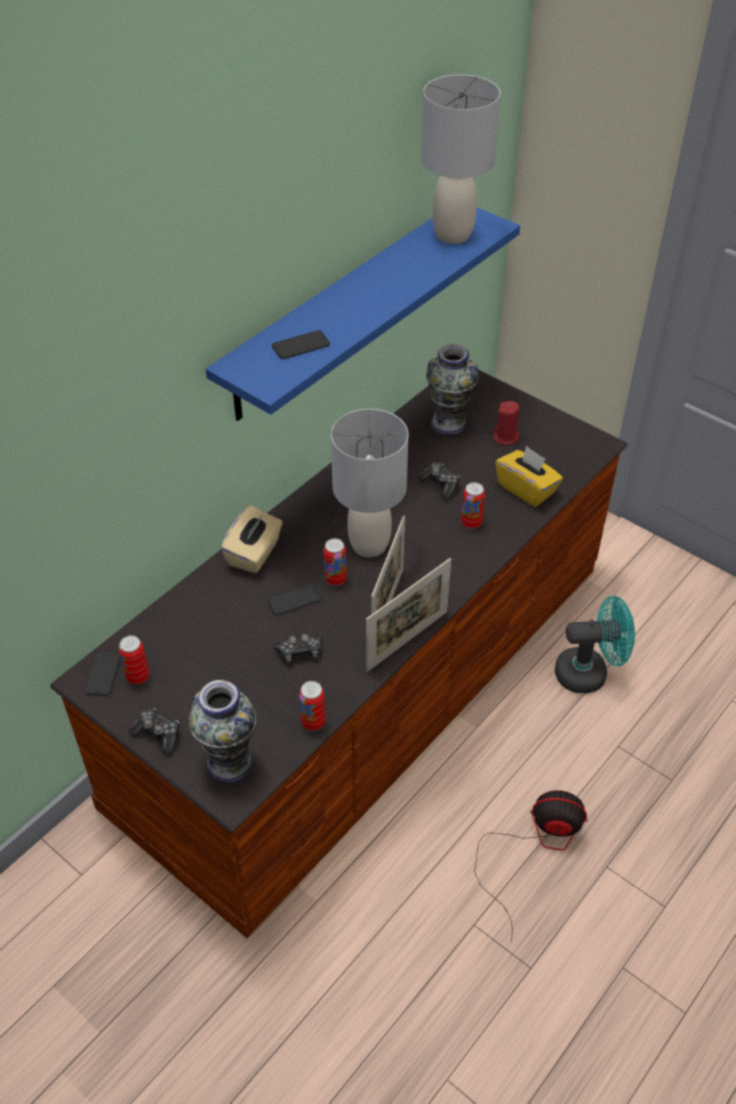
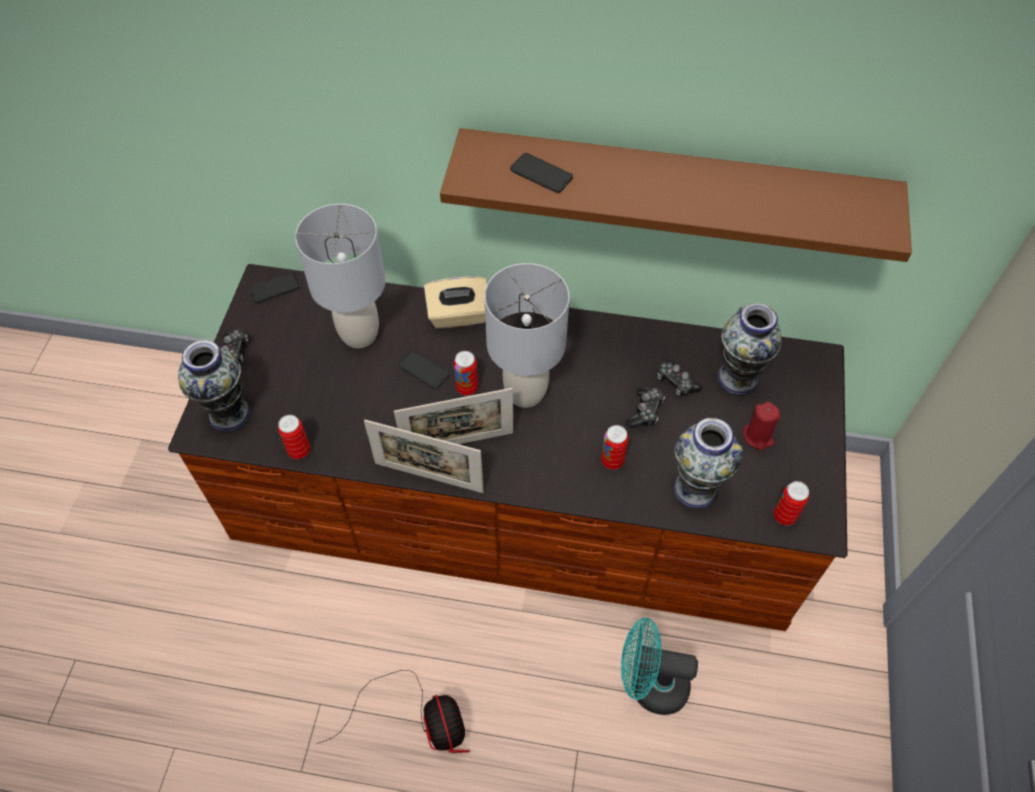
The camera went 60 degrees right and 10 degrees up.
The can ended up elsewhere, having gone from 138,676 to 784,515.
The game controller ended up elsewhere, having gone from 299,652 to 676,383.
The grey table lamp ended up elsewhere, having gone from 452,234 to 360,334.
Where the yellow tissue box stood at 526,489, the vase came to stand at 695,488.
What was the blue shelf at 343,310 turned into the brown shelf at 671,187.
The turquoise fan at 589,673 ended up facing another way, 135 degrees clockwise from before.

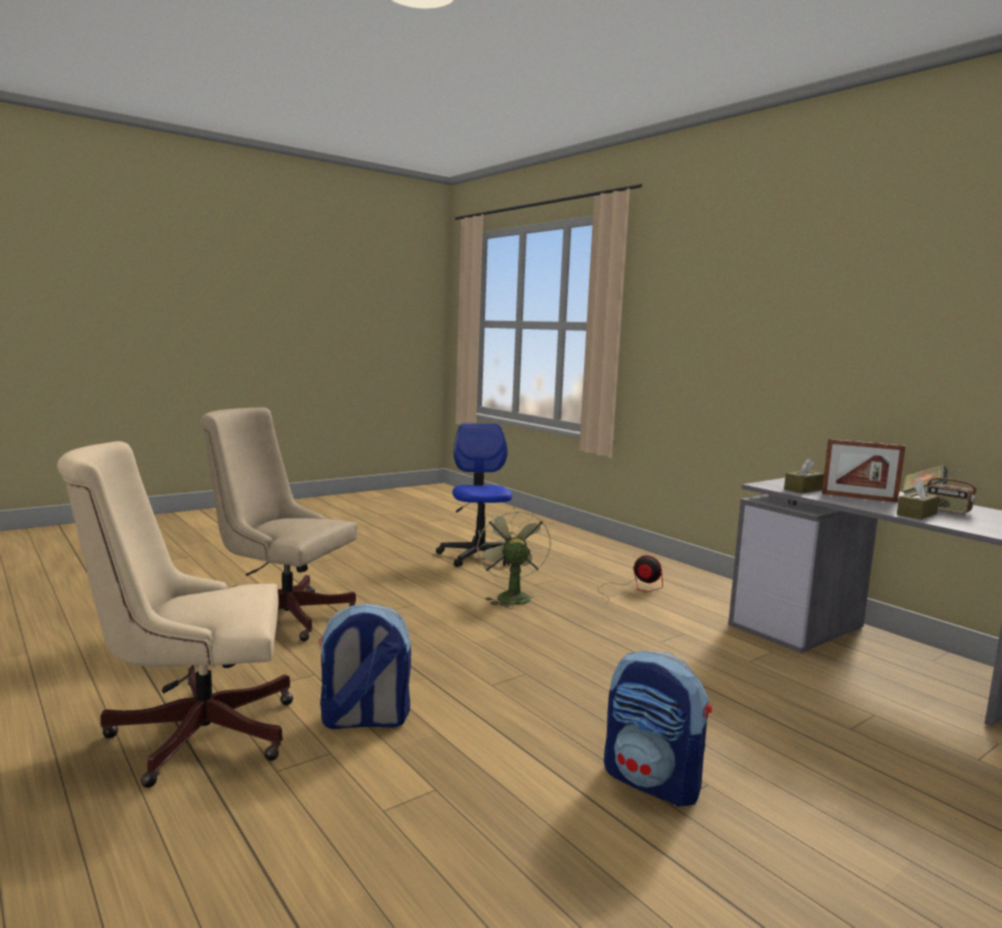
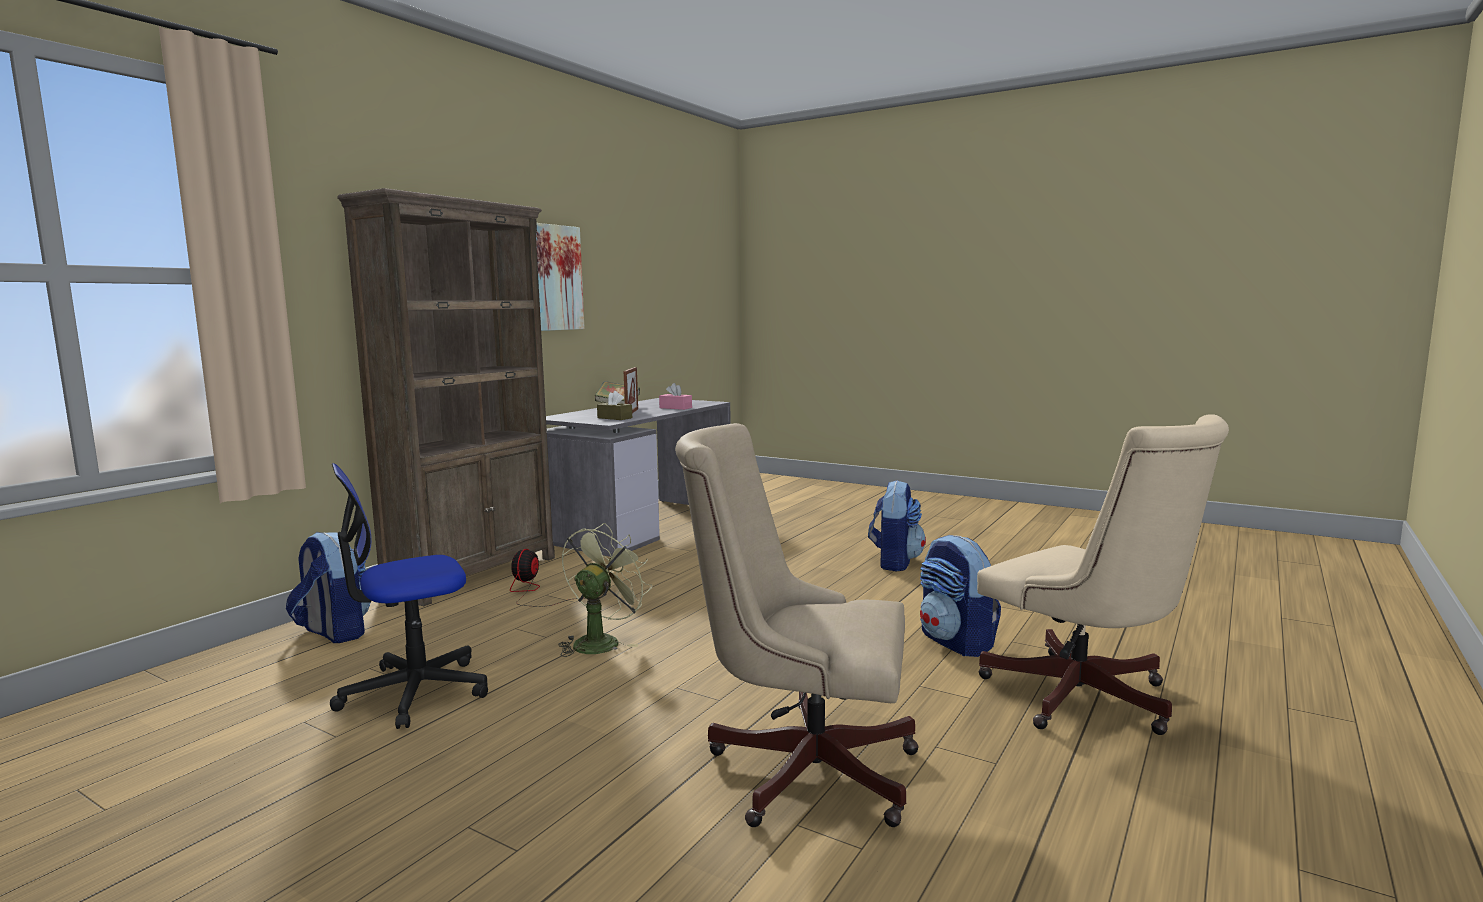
The camera went 110 degrees left and 0 degrees up.
The second view lost the radio at 947,511.
The second view gained the backpack at 333,632.
The second view gained the brown bookcase at 474,574.
The second view gained the picture at 554,278.
What was the brown tissue box at 916,514 turned into the pink tissue box at 675,408.
The beige office chair at 280,614 ended up facing another way, 105 degrees clockwise from before.
The green fan at 510,596 ended up facing another way, 150 degrees clockwise from before.

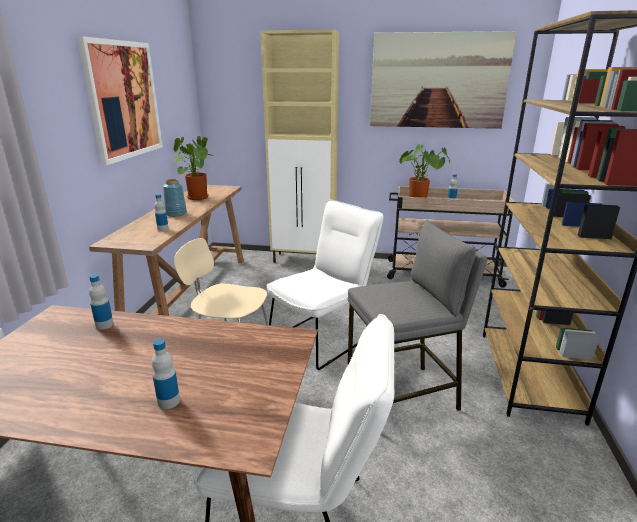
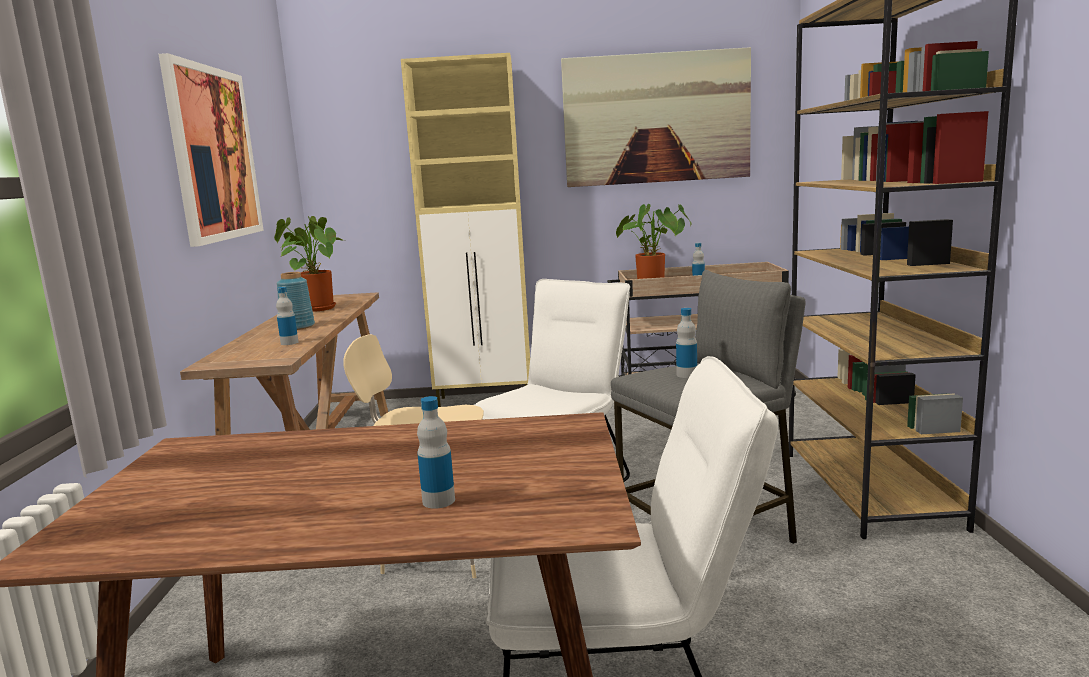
The camera went 10 degrees left and 10 degrees down.
The bottle ended up elsewhere, having gone from 104,325 to 686,375.

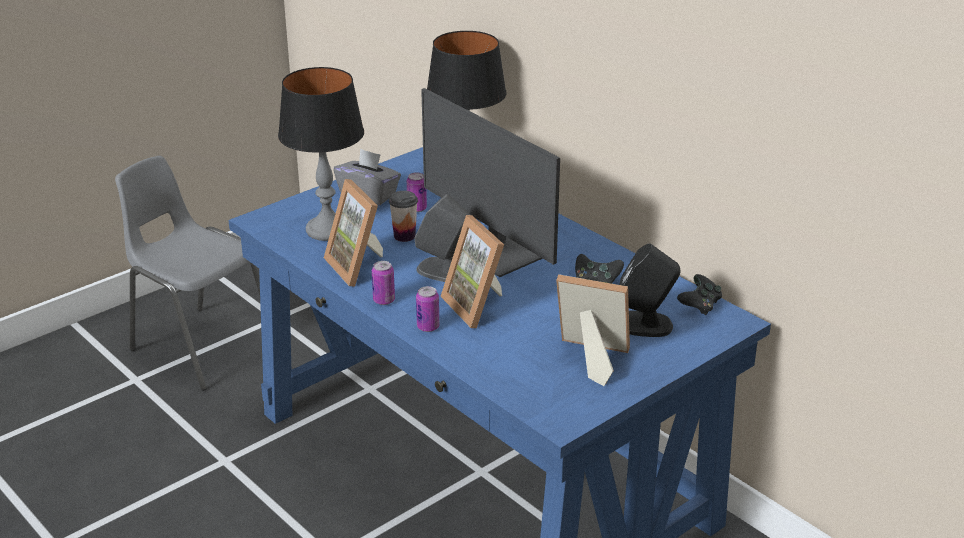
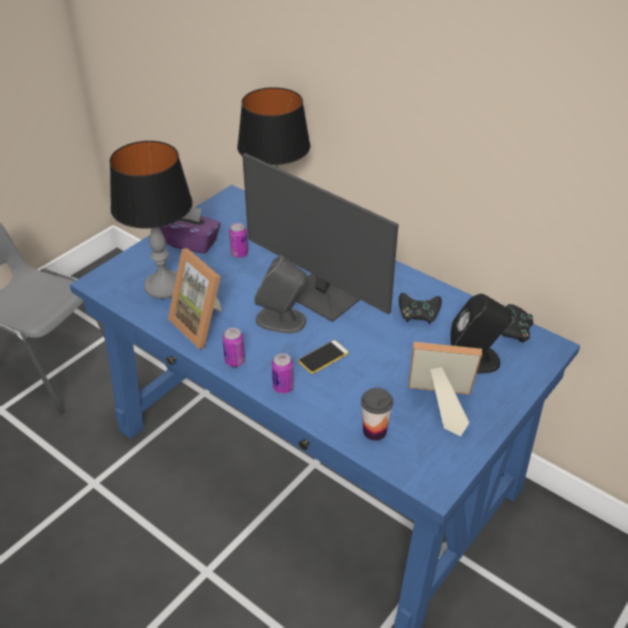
The camera went 10 degrees left and 10 degrees up.
The cup ended up elsewhere, having gone from 404,236 to 374,431.
Where the picture frame stood at 479,306, the phone came to stand at 323,357.
What was the grey tissue box at 368,194 turned into the purple tissue box at 192,243.

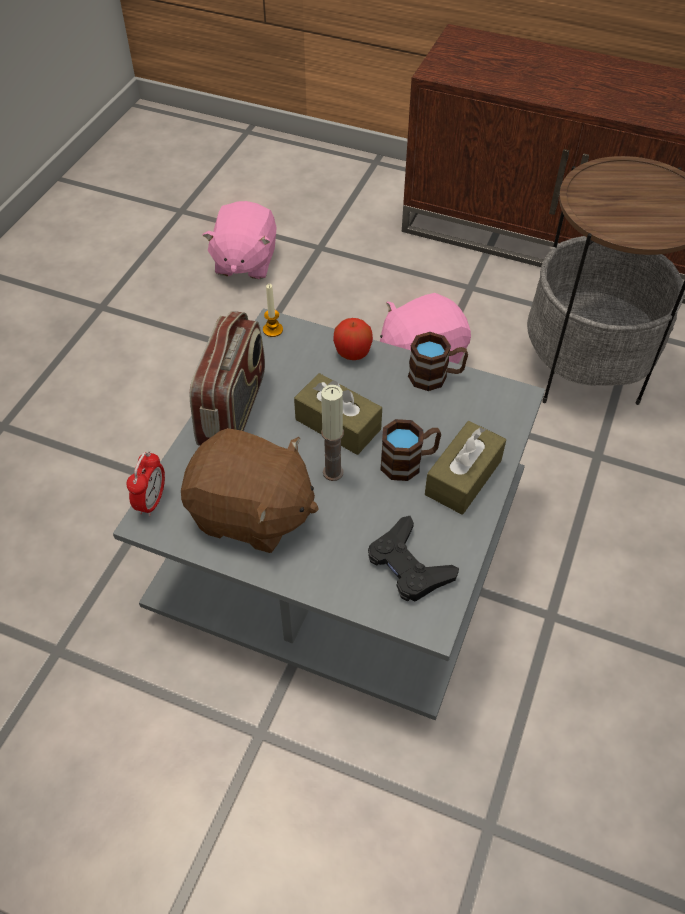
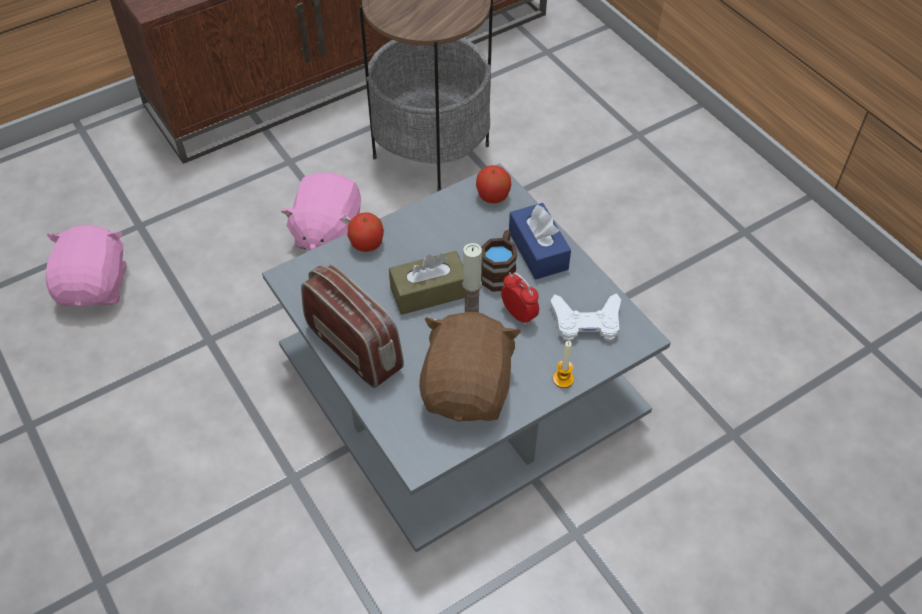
The camera went 55 degrees left and 0 degrees up.
The second view lost the brown mug at 436,376.
The second view gained the apple at 492,197.
The alarm clock ended up elsewhere, having gone from 151,501 to 518,314.
The candle ended up elsewhere, having gone from 273,330 to 563,379.
What was the black game controller at 408,565 turned into the white game controller at 586,322.
What was the brown tissue box at 463,477 turned into the blue tissue box at 538,250.
The brown plush toy at 251,514 ended up facing another way, 45 degrees counterclockwise from before.
The pink plush toy at 244,262 ended up facing another way, 135 degrees counterclockwise from before.

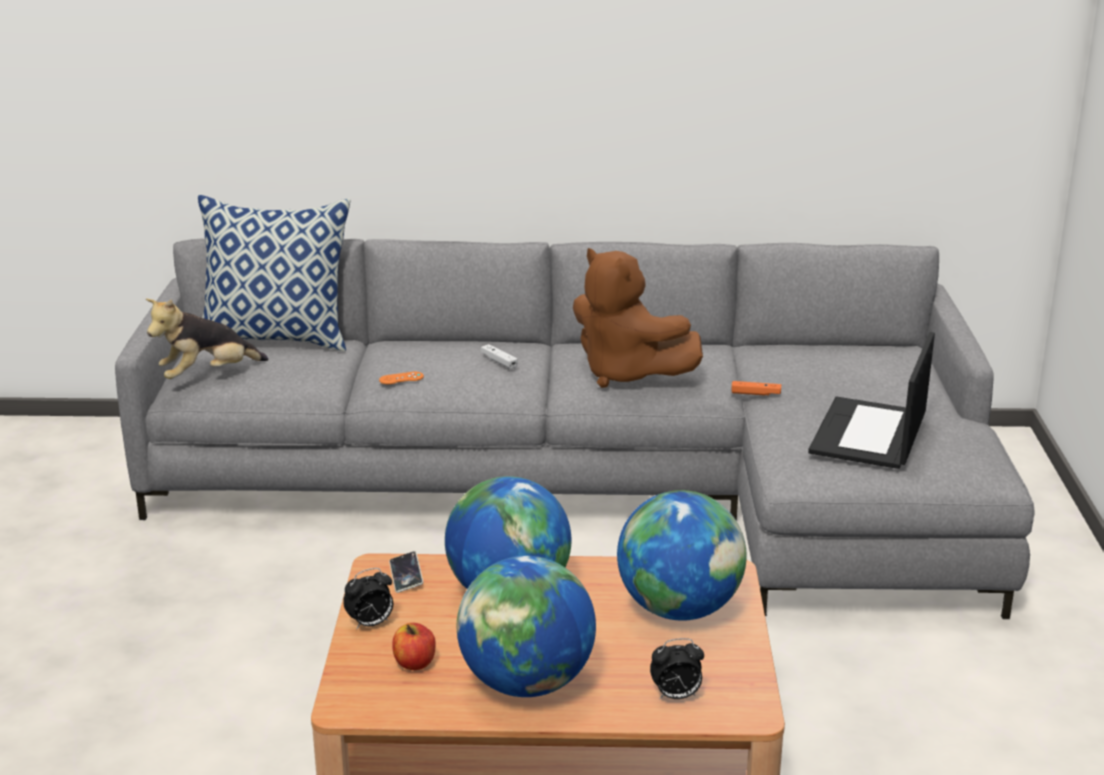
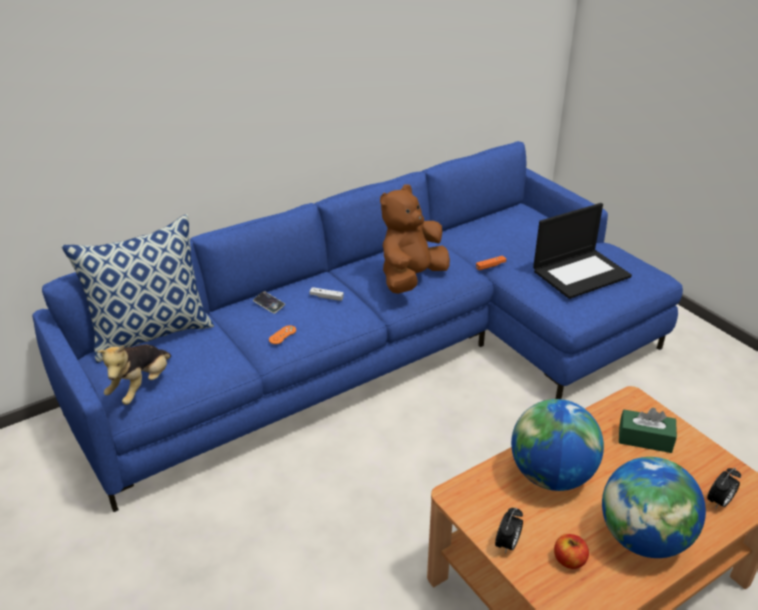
The camera went 35 degrees left and 10 degrees up.
The phone ended up elsewhere, having gone from 406,575 to 269,304.
Where the globe stood at 679,609, the green tissue box came to stand at 645,439.
What was the grey sofa at 599,491 turned into the blue sofa at 388,354.
The brown plush toy at 626,374 ended up facing another way, 120 degrees clockwise from before.
The laptop at 869,435 ended up facing another way, 105 degrees counterclockwise from before.

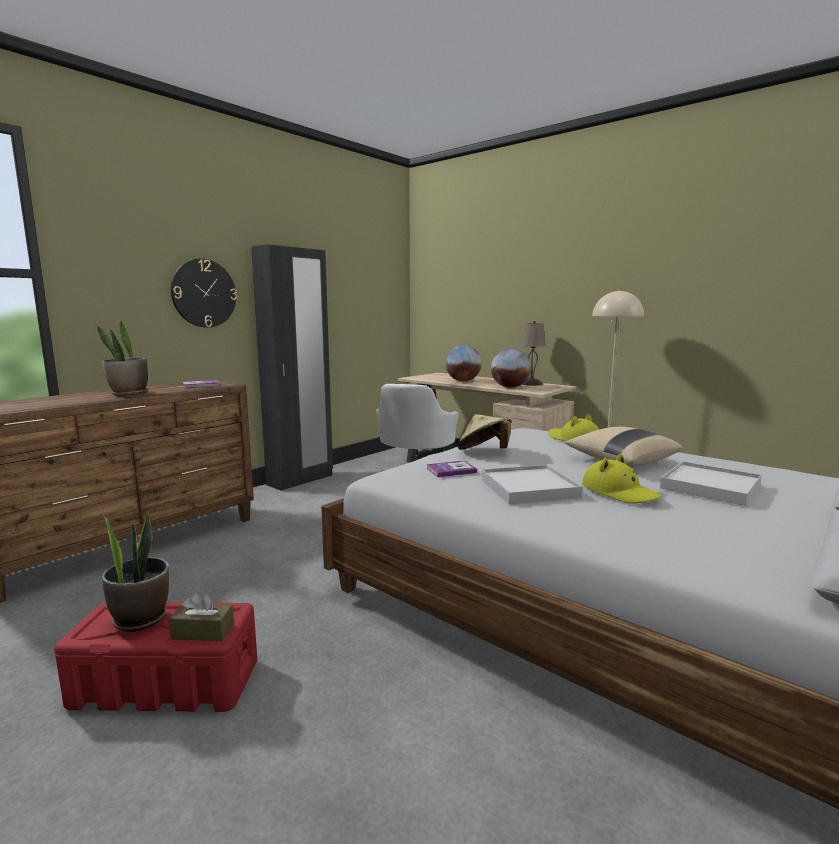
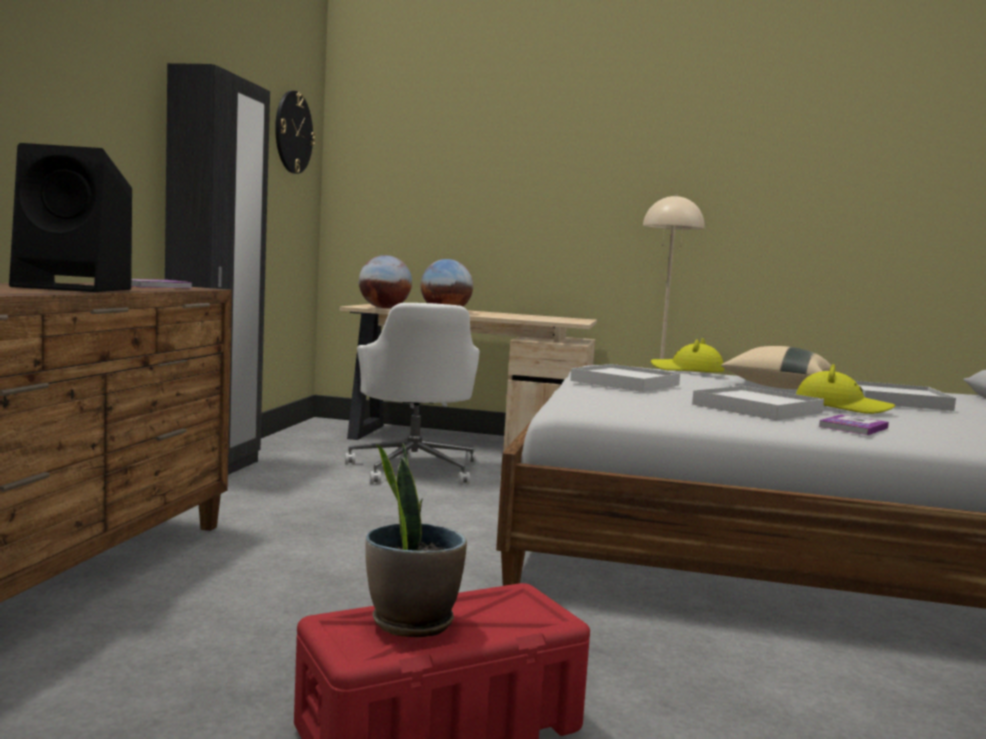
The camera went 30 degrees left and 5 degrees down.
The second view lost the brown tissue box at 203,632.
The second view lost the beige table lamp at 531,384.
The wall clock ended up elsewhere, having gone from 204,293 to 293,132.
The book ended up elsewhere, having gone from 451,470 to 853,427.
The globe ended up elsewhere, having gone from 509,387 to 384,308.
Where the potted plant stood at 129,394, the black speaker came to stand at 76,288.
Where the beige hat stood at 484,452, the white tray came to stand at 625,383.

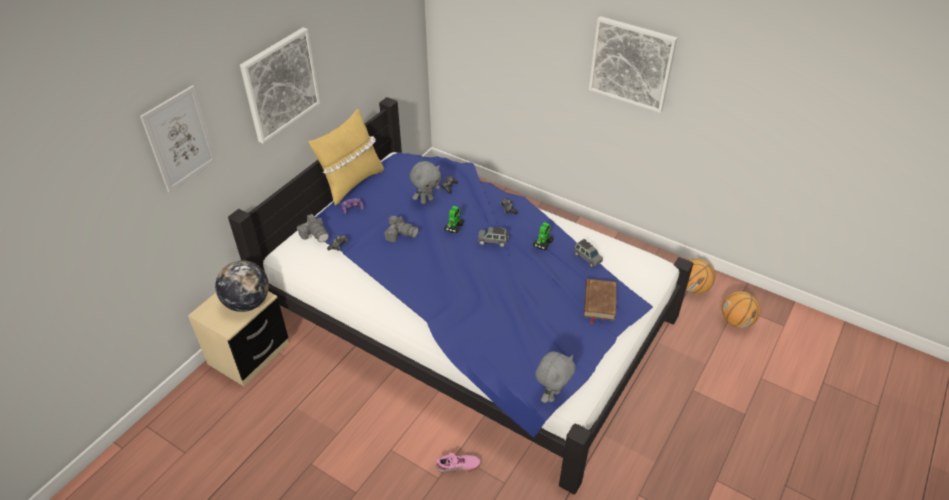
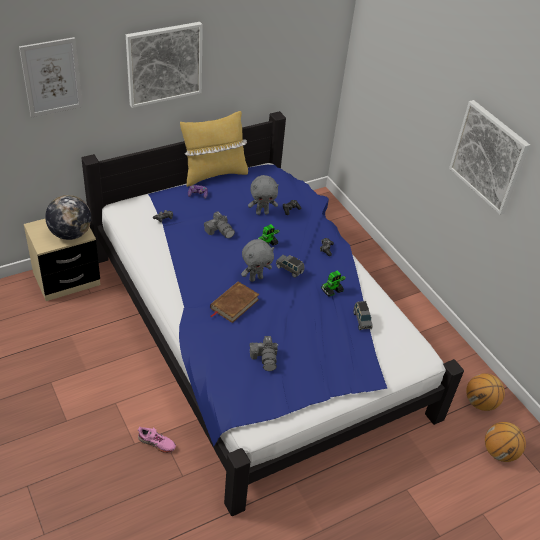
The camera went 25 degrees right and 0 degrees up.
The photo camera ended up elsewhere, having gone from 315,234 to 265,358.
The grey plush toy ended up elsewhere, having gone from 552,395 to 256,278.
The brown book ended up elsewhere, having gone from 599,302 to 234,304.

